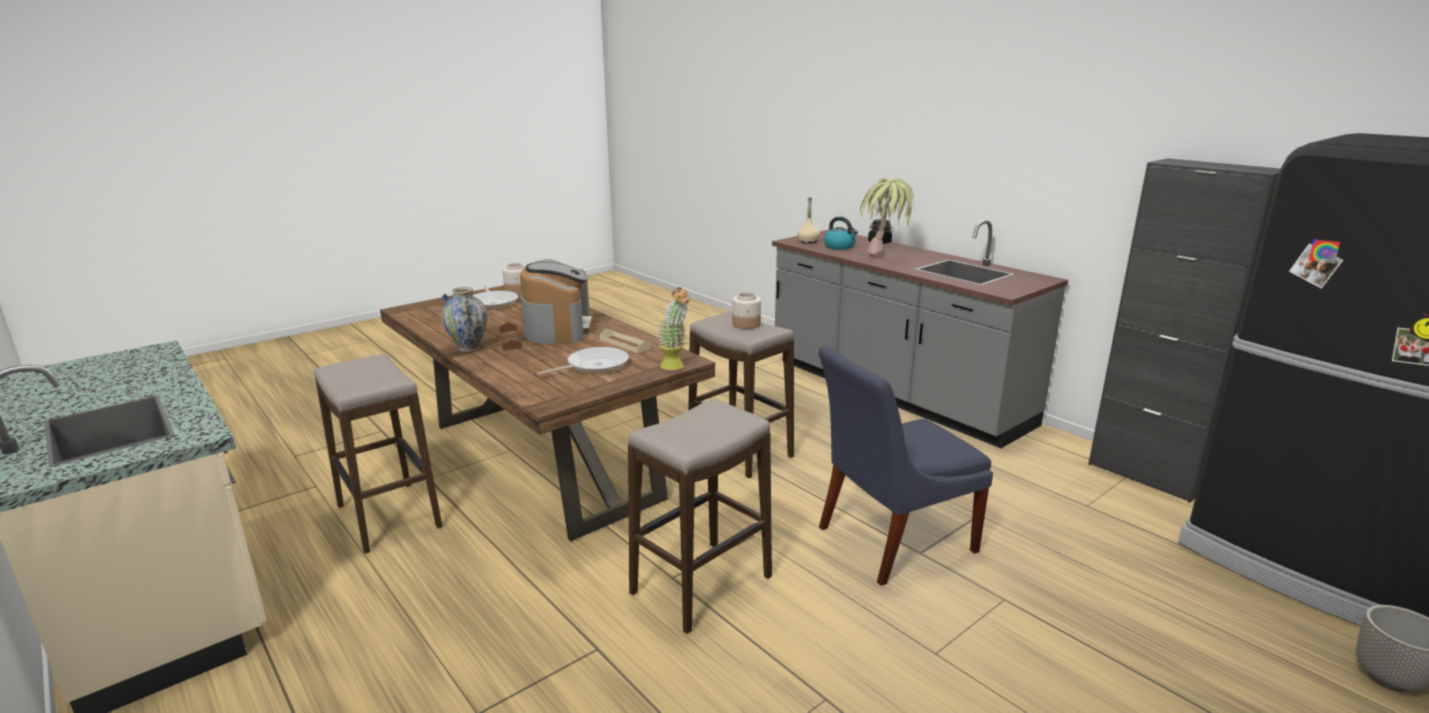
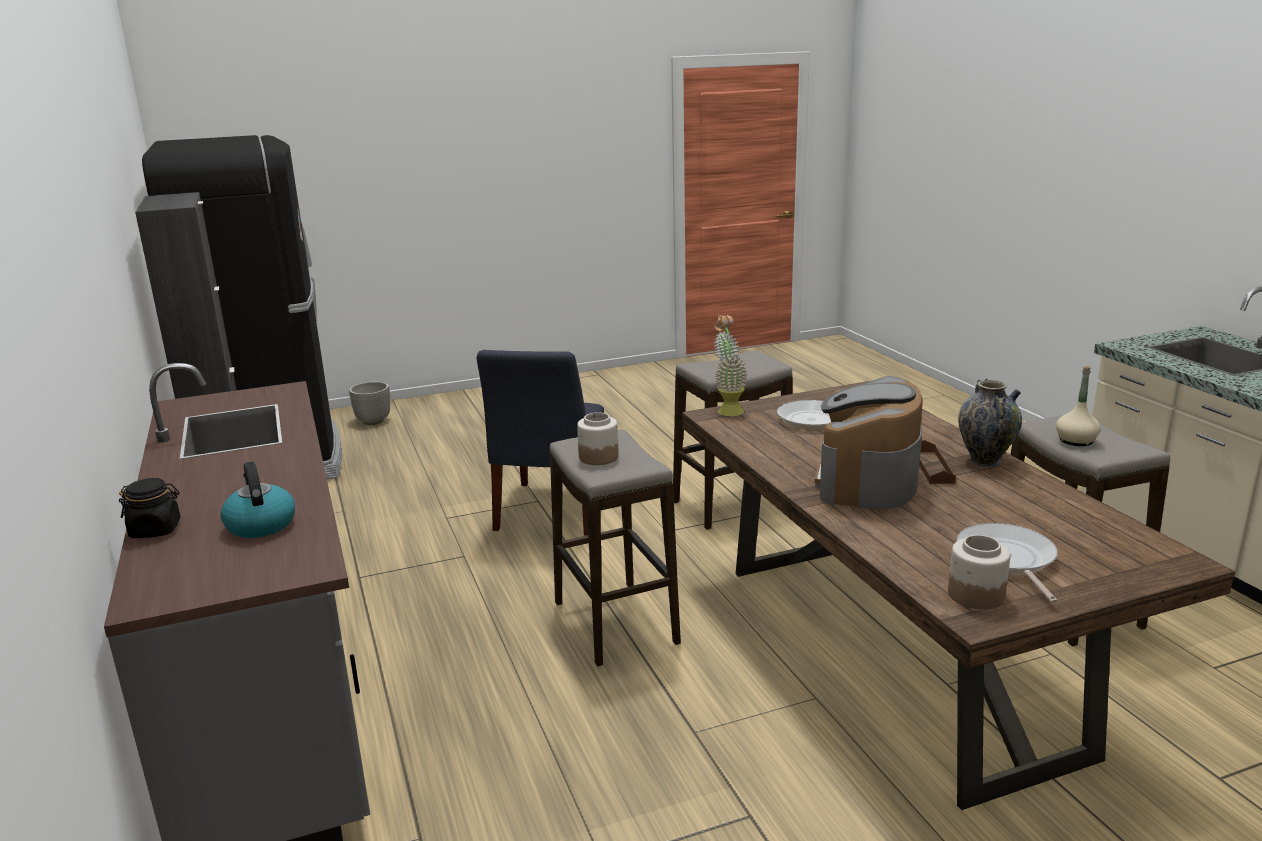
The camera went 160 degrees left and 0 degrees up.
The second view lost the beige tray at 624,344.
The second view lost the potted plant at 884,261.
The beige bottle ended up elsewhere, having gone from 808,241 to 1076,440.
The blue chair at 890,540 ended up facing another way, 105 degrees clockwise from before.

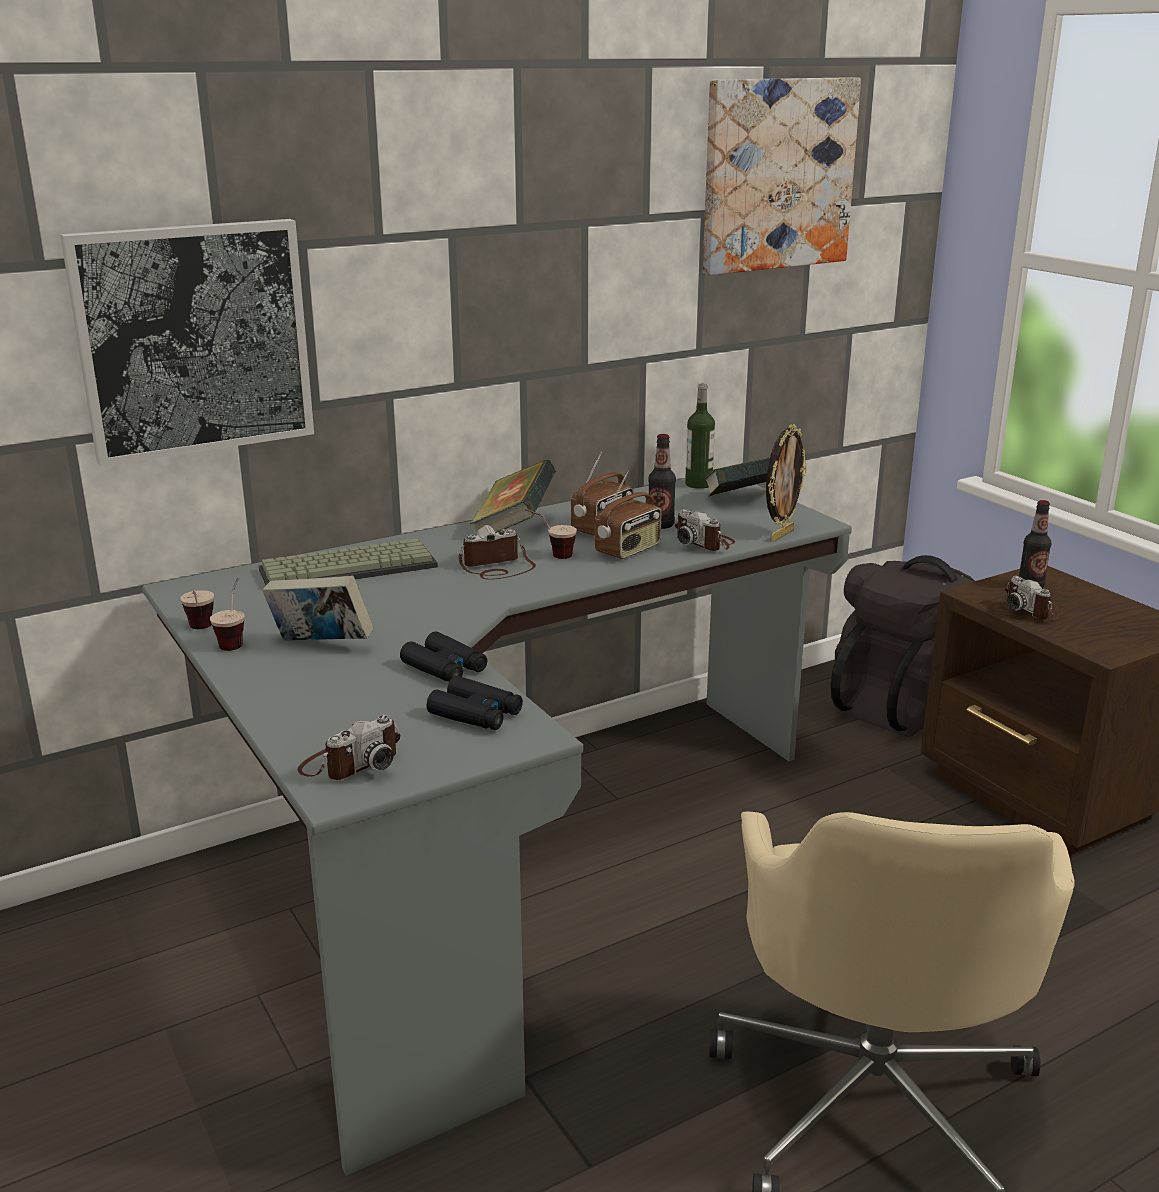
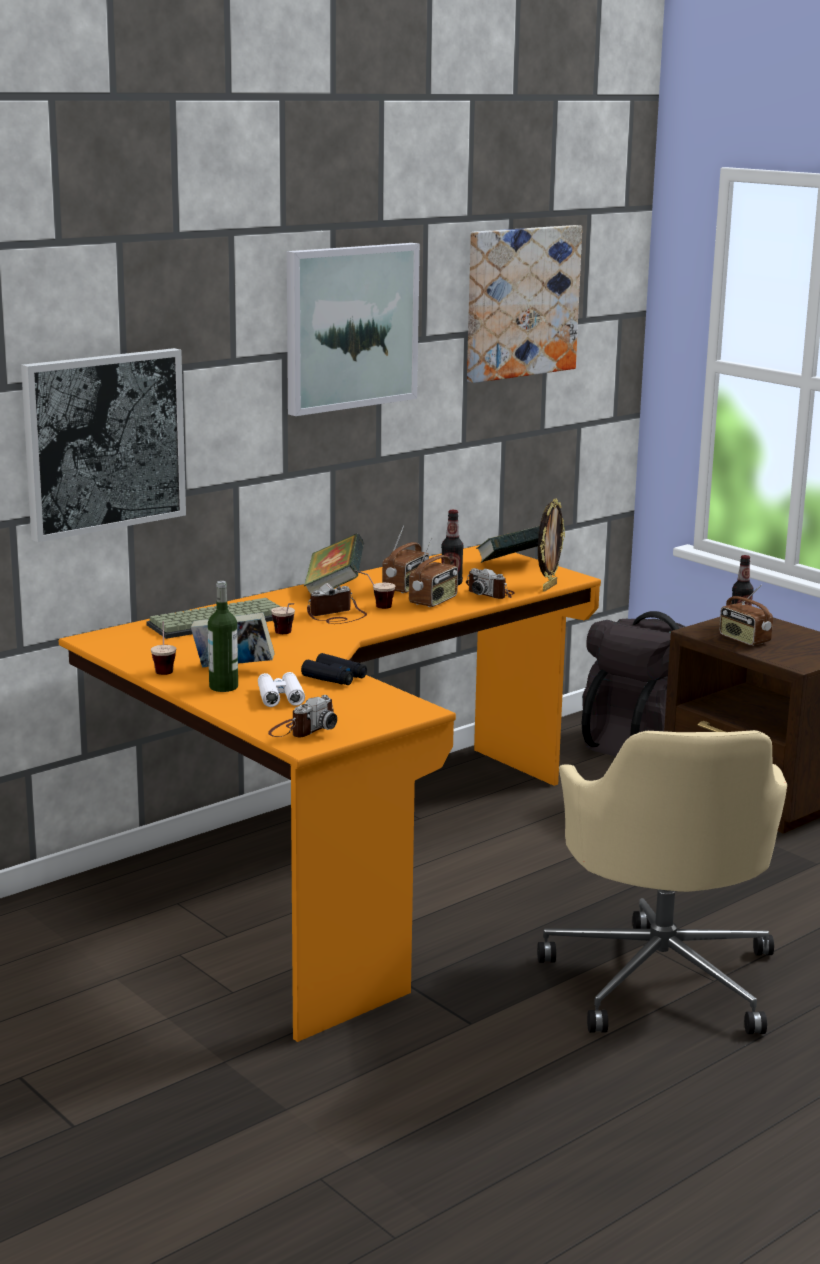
The camera went 10 degrees left and 5 degrees down.
The second view lost the black binoculars at 476,714.
The second view gained the white binoculars at 280,696.
The second view gained the picture at 350,327.
The cup ended up elsewhere, having gone from 200,631 to 286,635.
The bottle ended up elsewhere, having gone from 698,484 to 223,687.
Where the photo camera stood at 1033,609, the radio came to stand at 743,640.
What was the grey desk at 503,863 turned into the orange desk at 340,864.

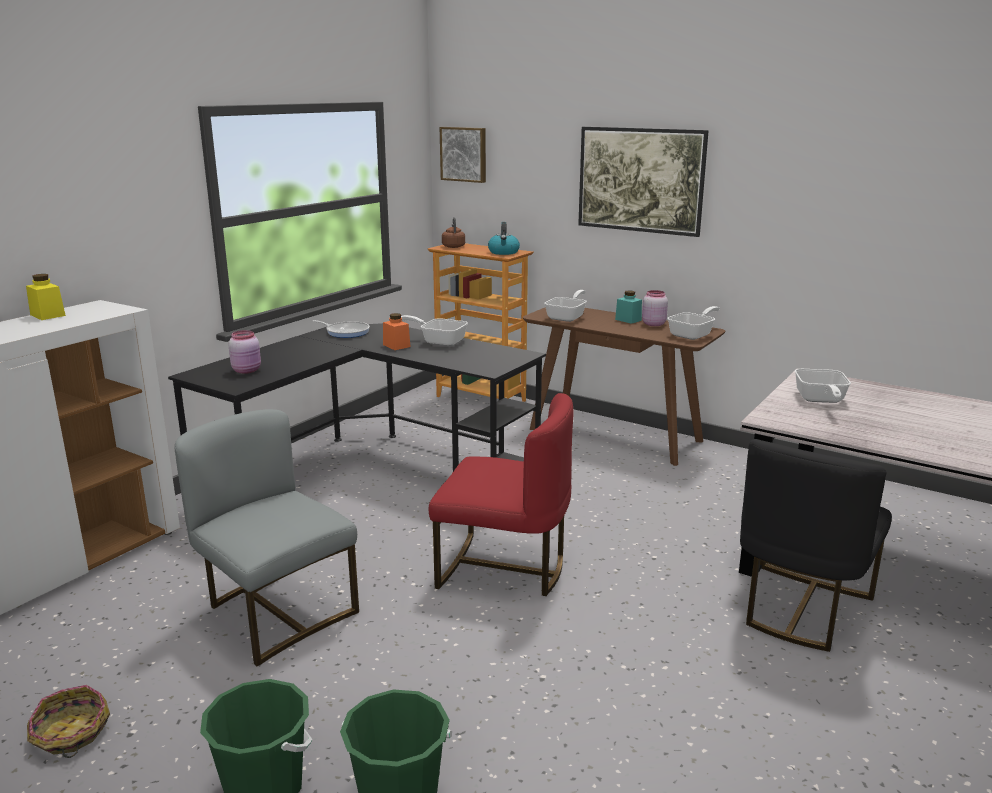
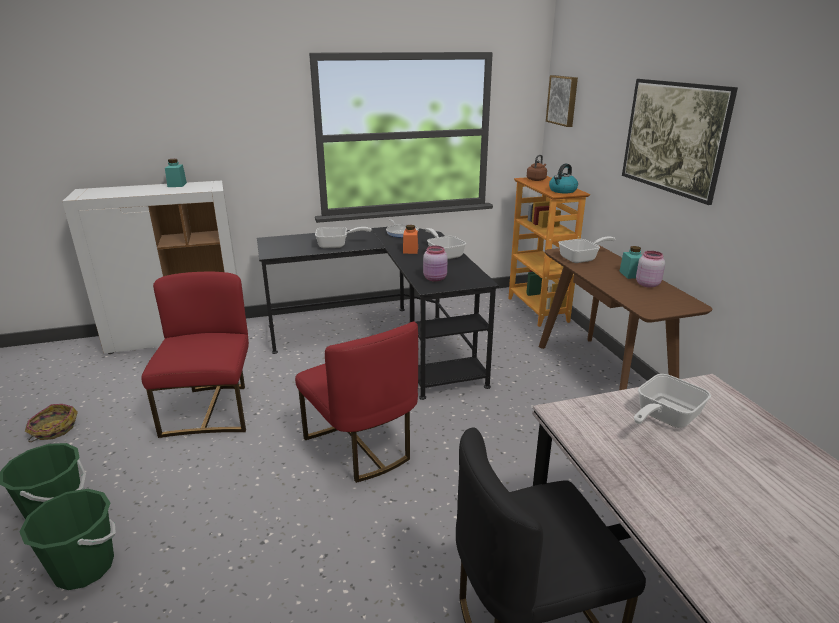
The camera went 40 degrees right and 5 degrees up.
The pink jar ended up elsewhere, having gone from 247,370 to 435,278.
The frying pan ended up elsewhere, having gone from 693,334 to 337,245.
What was the yellow jar at 47,315 turned into the turquoise jar at 177,185.
What was the grey chair at 276,613 turned into the red chair at 211,410.

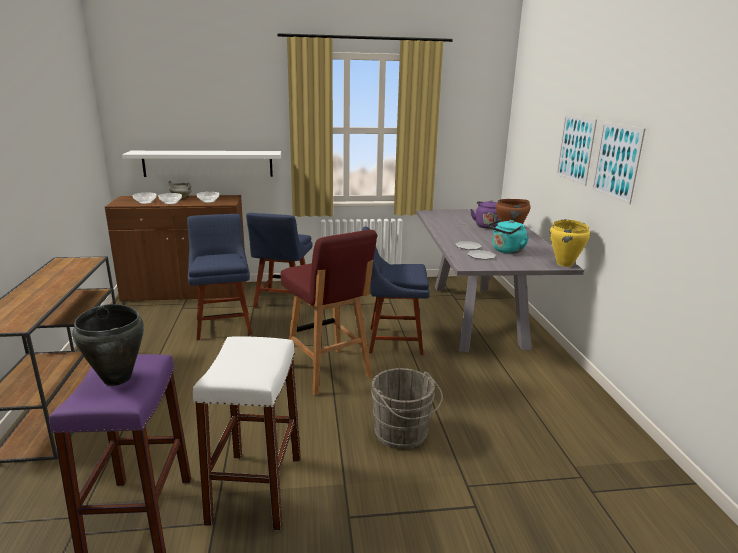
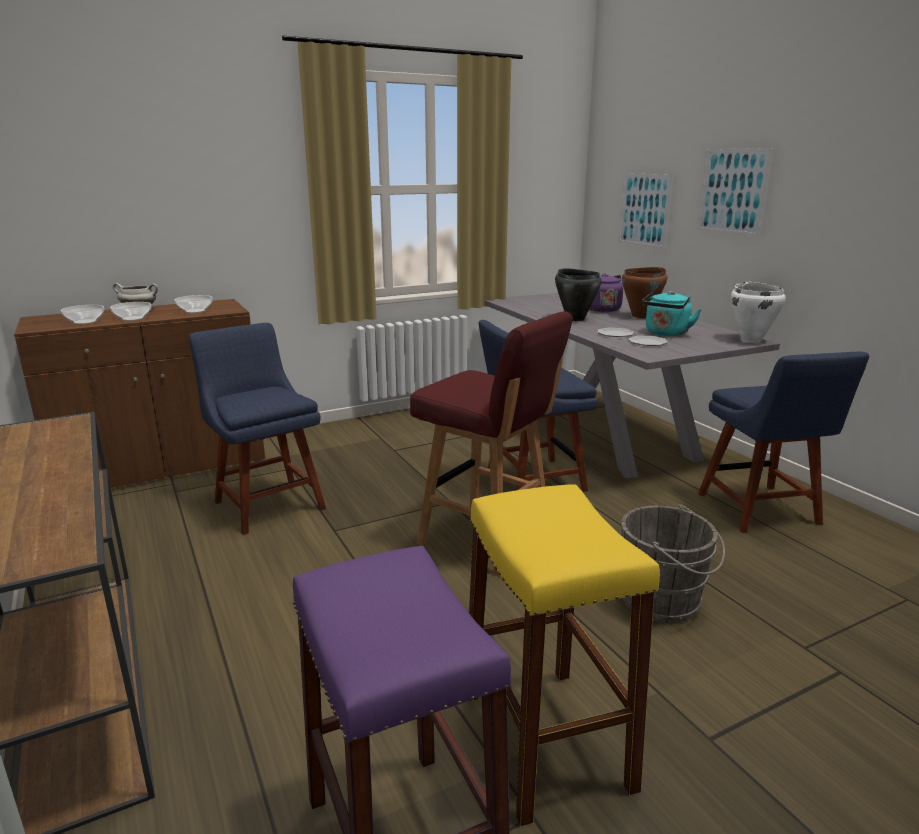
The camera went 20 degrees left and 0 degrees up.
The second view lost the white shelf at 208,163.
The black cooking pot ended up elsewhere, having gone from 117,378 to 575,319.
The blue chair ended up elsewhere, having gone from 282,301 to 761,511.
The picture ended up elsewhere, having gone from 616,161 to 644,210.
What was the white stool at 256,489 turned into the yellow stool at 545,739.
What was the yellow cooking pot at 565,264 turned into the white cooking pot at 751,339.

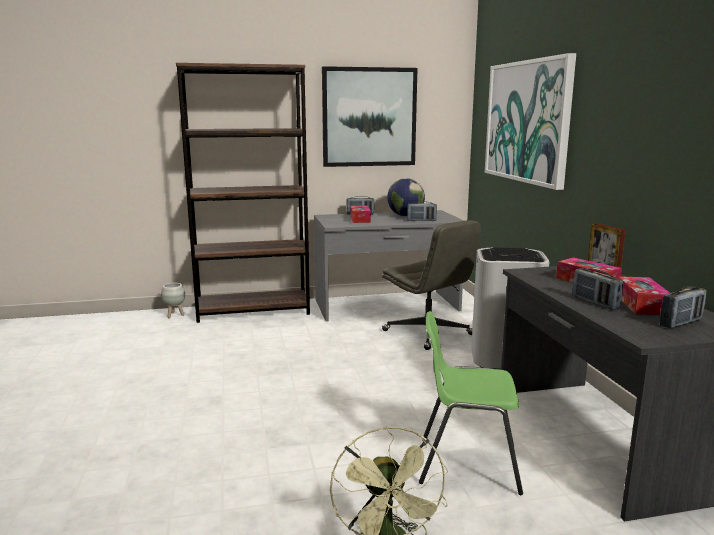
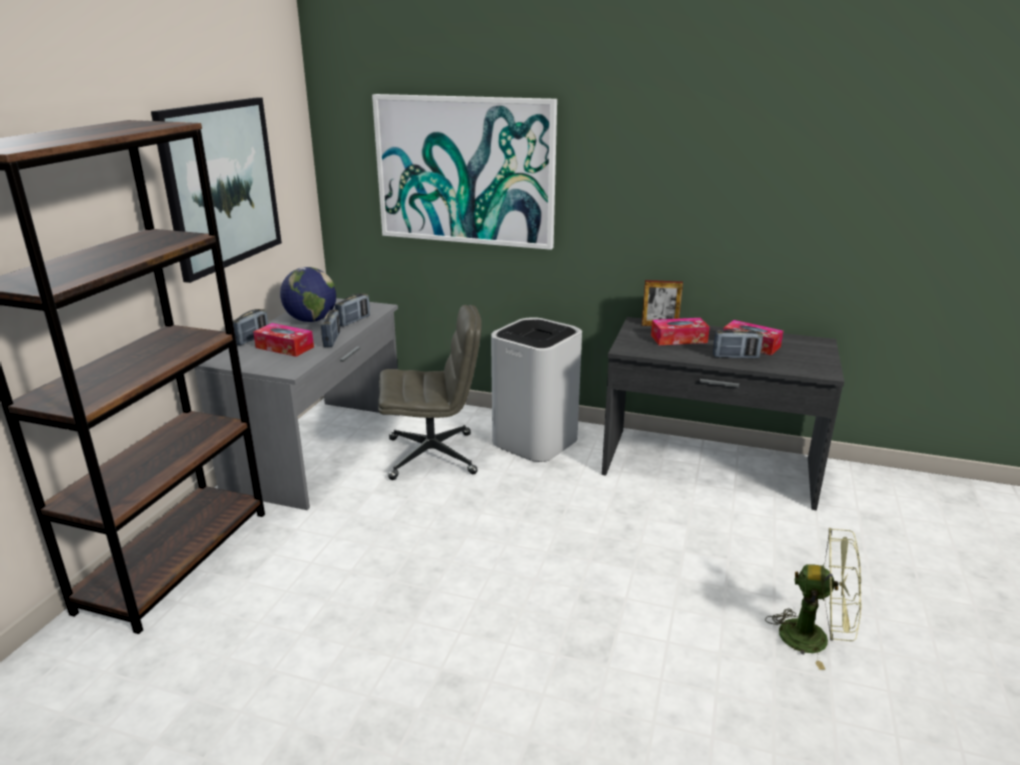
The camera went 60 degrees left and 10 degrees up.
The second view lost the white planter at 175,315.
The second view lost the green chair at 467,464.
The radio ended up elsewhere, having gone from 680,323 to 332,340.

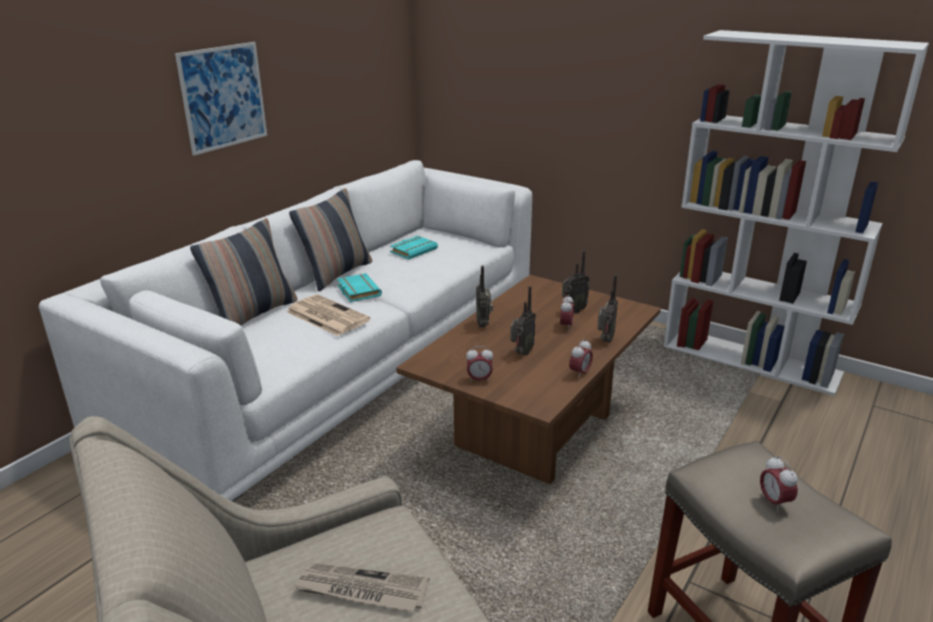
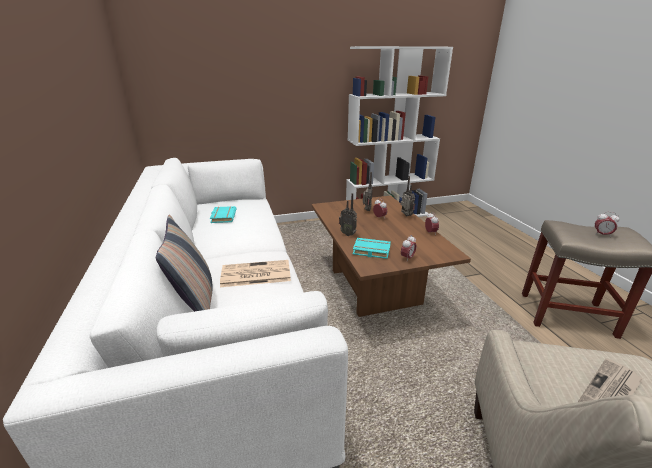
The camera went 50 degrees left and 0 degrees up.
The second view lost the picture at 223,97.
The second view lost the pillow at 336,274.
The second view lost the radio at 521,353.
The turquoise book ended up elsewhere, having gone from 357,291 to 370,251.

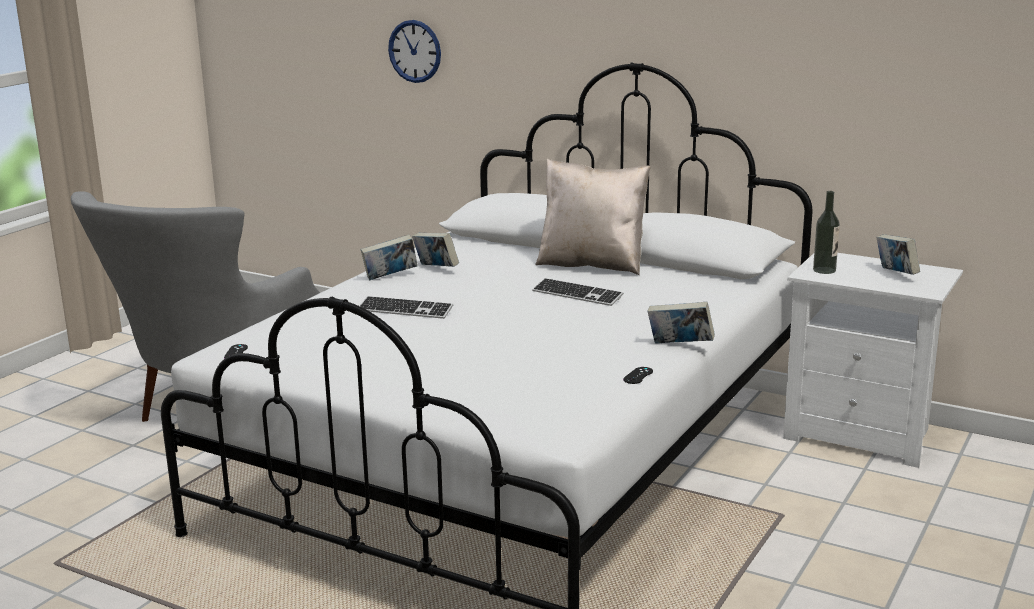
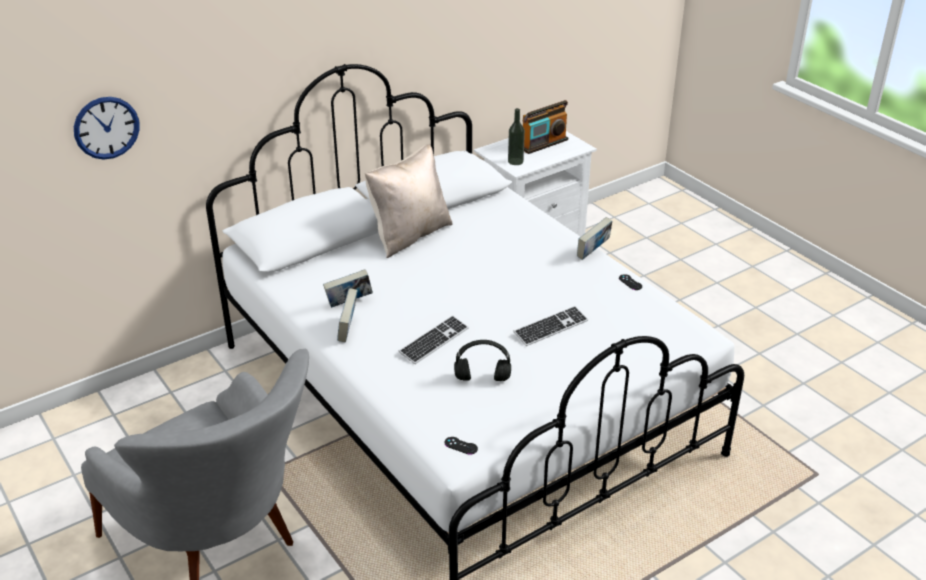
The camera went 65 degrees left and 15 degrees up.
The second view gained the black headphones at 481,379.
The keyboard ended up elsewhere, having gone from 577,294 to 551,327.
Where the book stood at 896,274, the radio came to stand at 543,144.

